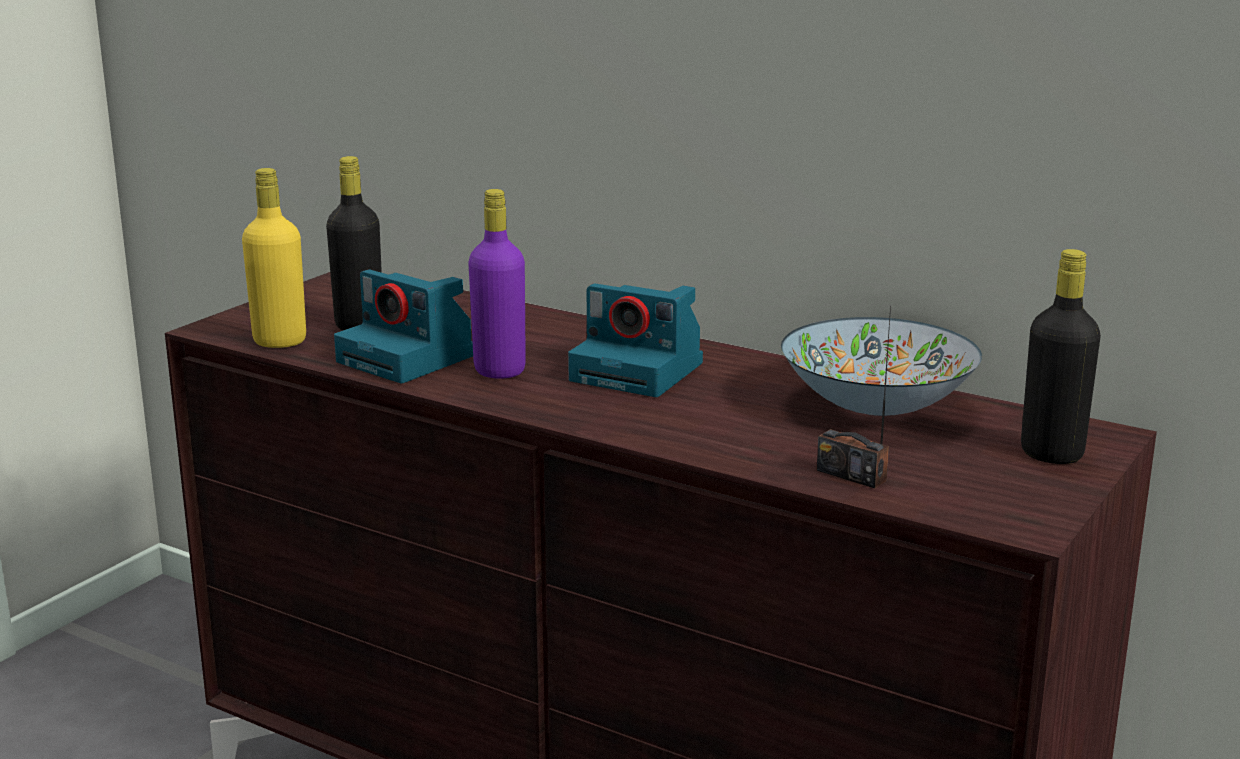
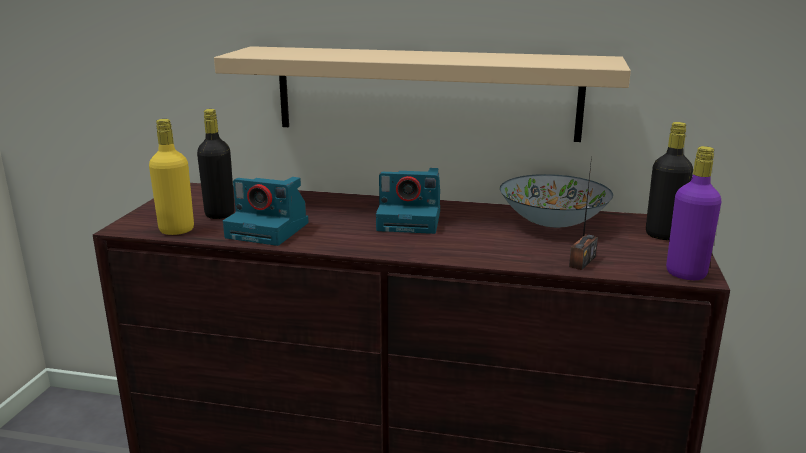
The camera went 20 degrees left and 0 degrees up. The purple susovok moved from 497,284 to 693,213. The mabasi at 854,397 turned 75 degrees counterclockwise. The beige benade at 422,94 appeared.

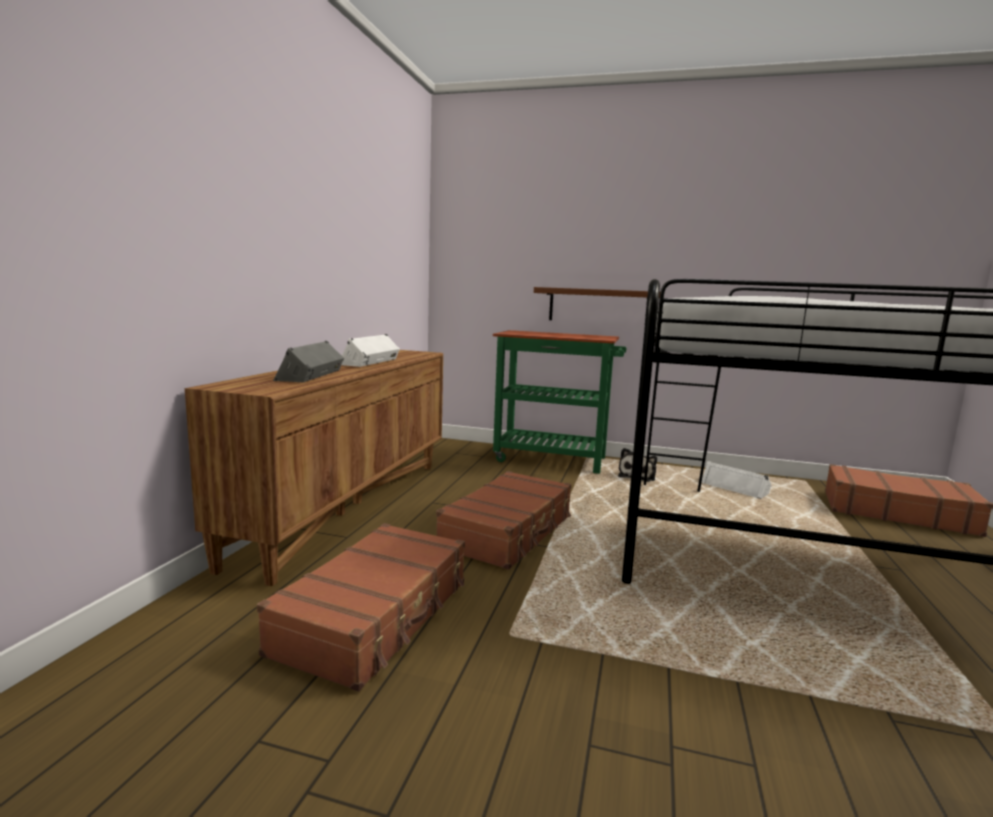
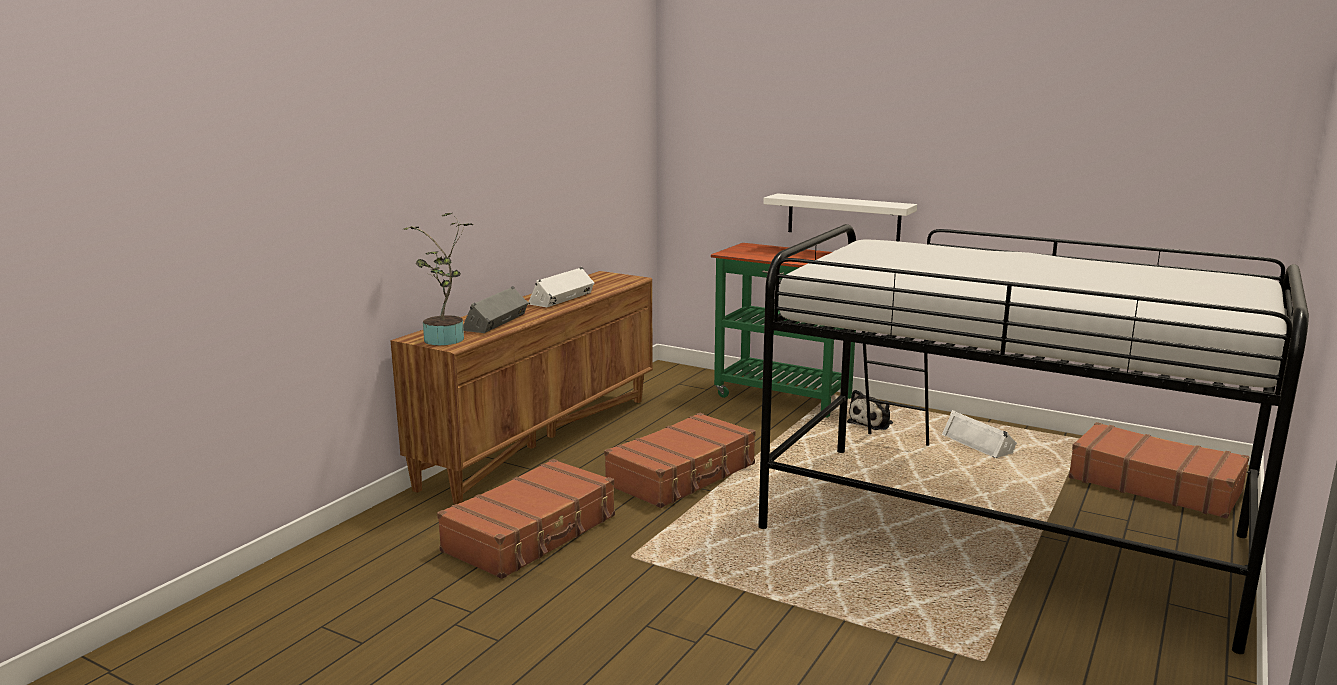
The camera went 15 degrees right and 5 degrees up. The brown benade at 597,303 became the white benade at 840,217. The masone at 438,278 appeared.

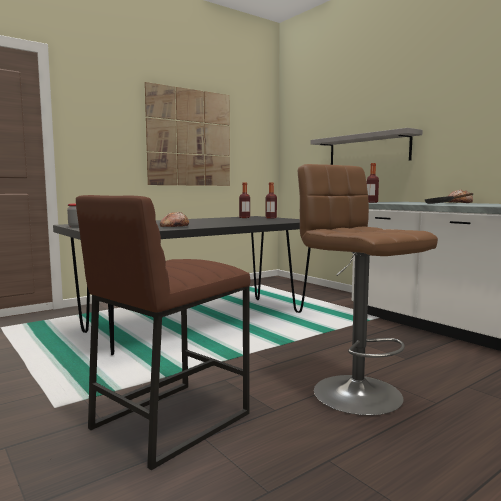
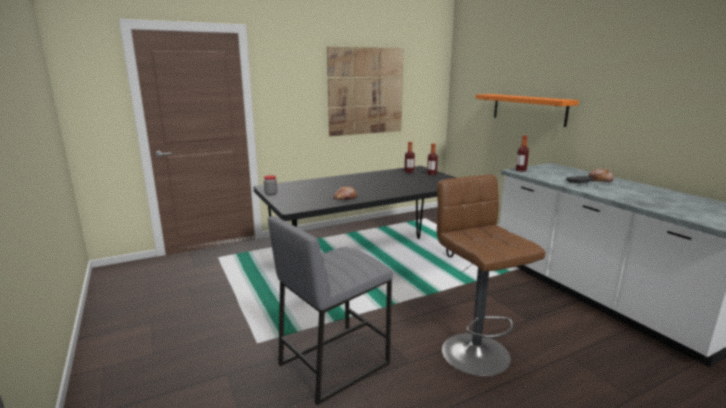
The camera went 10 degrees right and 10 degrees up. The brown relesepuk at 163,332 became the grey relesepuk at 330,310. The grey benade at 366,146 became the orange benade at 527,110.

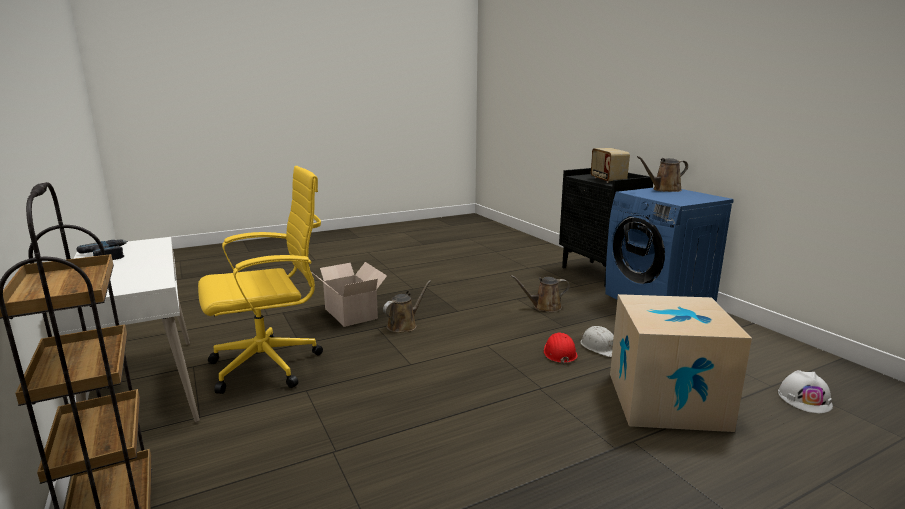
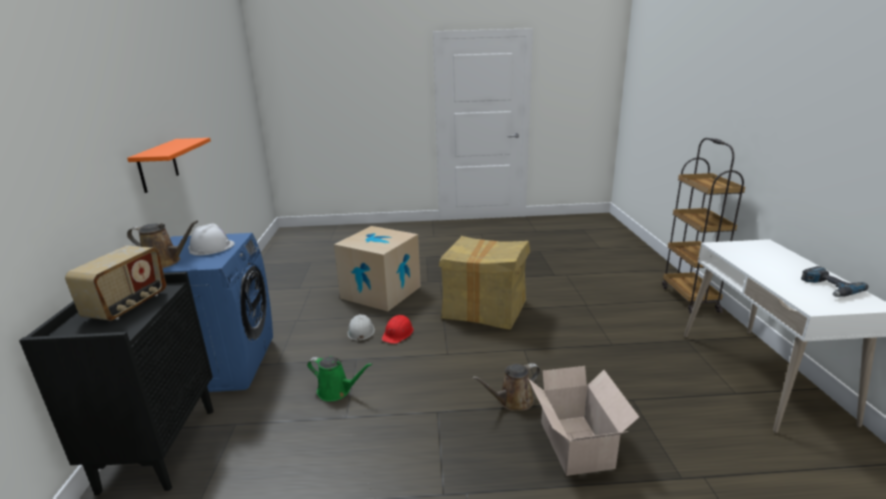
The camera went 155 degrees left and 5 degrees up. The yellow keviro at 260,280 disappeared. The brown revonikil at 540,293 became the green revonikil at 340,378. The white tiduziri moved from 805,391 to 211,239. The orange benade at 169,165 appeared. The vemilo at 484,283 appeared.

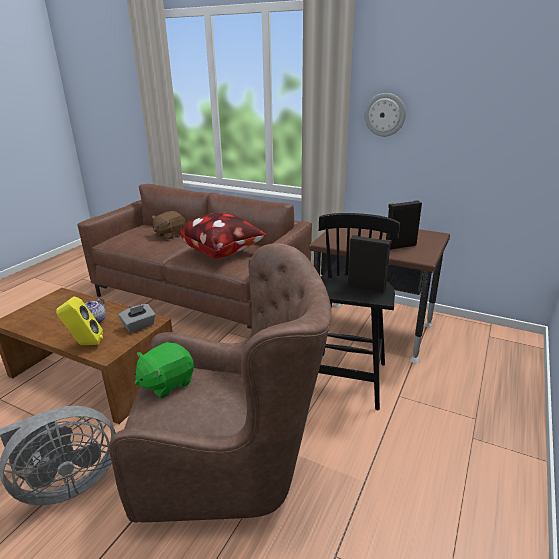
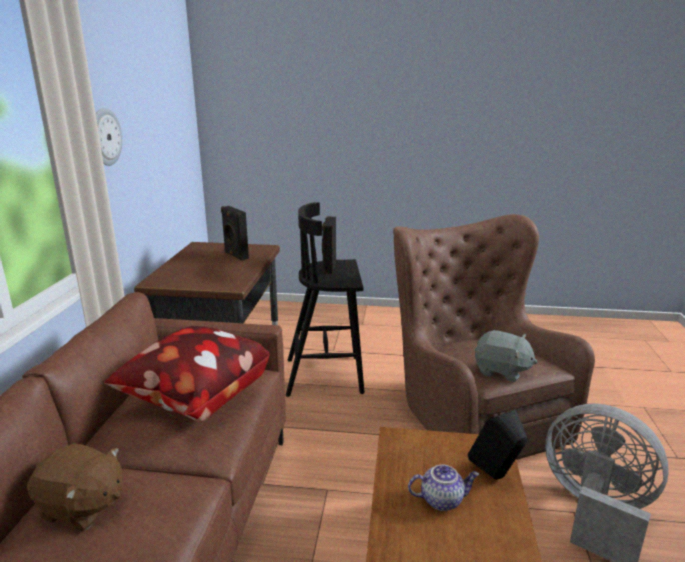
The camera went 110 degrees left and 5 degrees down. The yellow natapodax at 79,320 became the black natapodax at 498,444. The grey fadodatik at 137,318 disappeared. The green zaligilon at 164,370 became the grey zaligilon at 506,356.

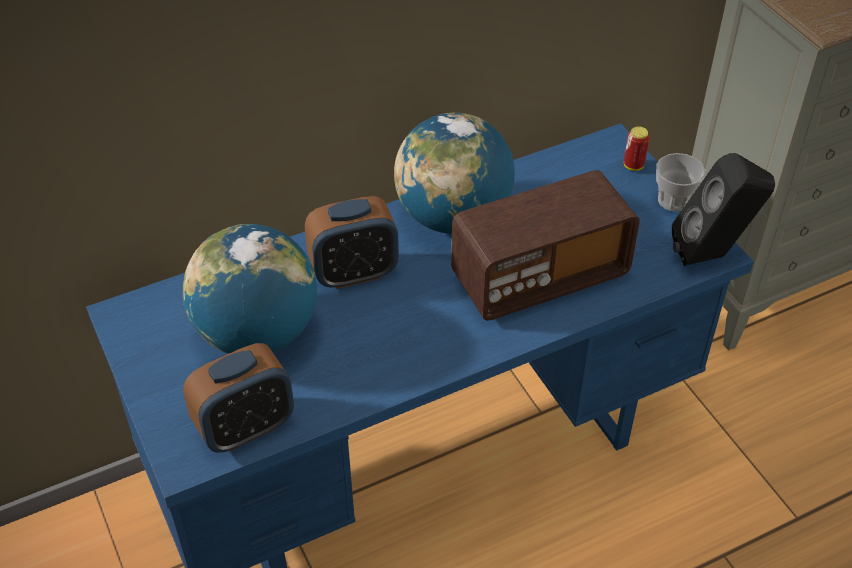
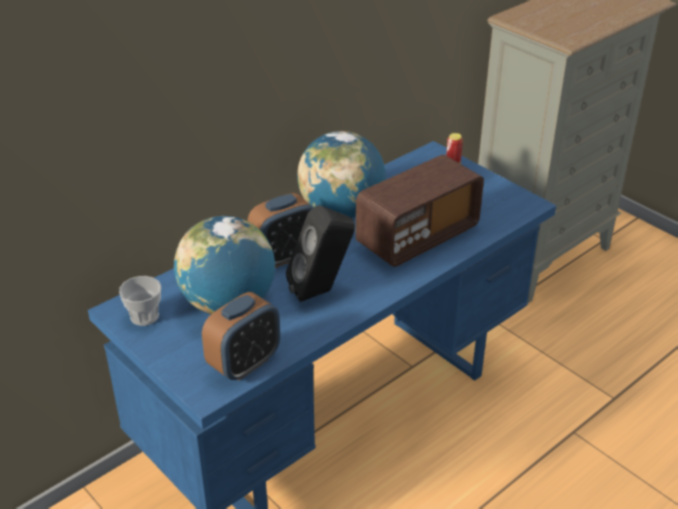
The camera went 15 degrees left and 10 degrees down. The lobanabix moved from 680,182 to 140,301. The black natapodax moved from 723,209 to 320,253.

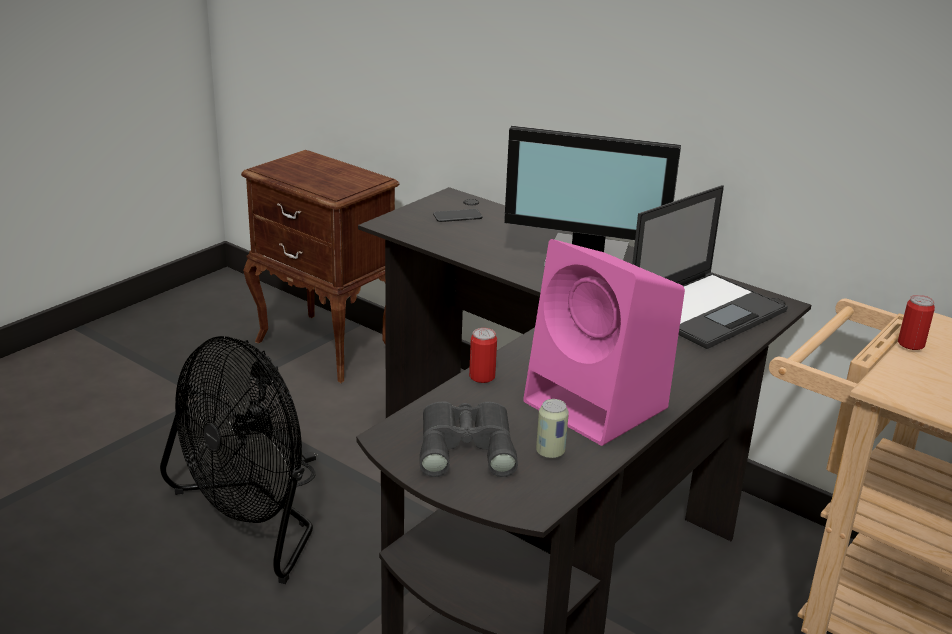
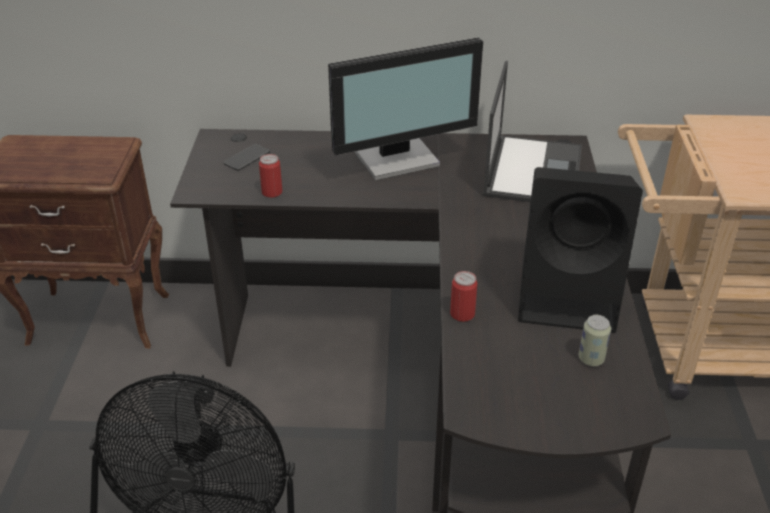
The camera went 35 degrees left and 10 degrees up. The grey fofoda at 469,439 disappeared. The pink natapodax at 604,342 became the black natapodax at 580,250. The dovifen moved from 916,322 to 270,176.

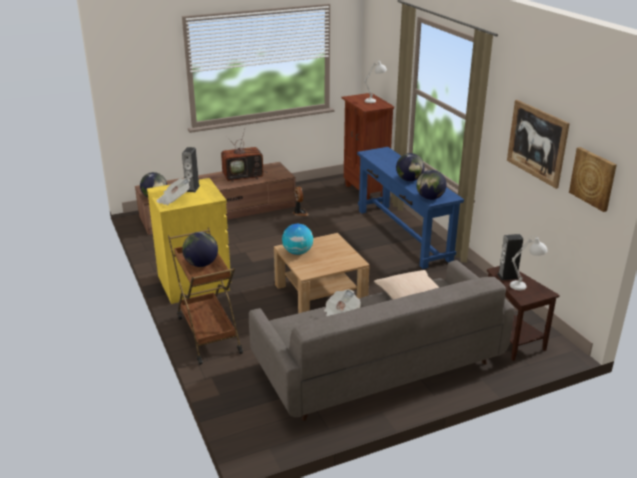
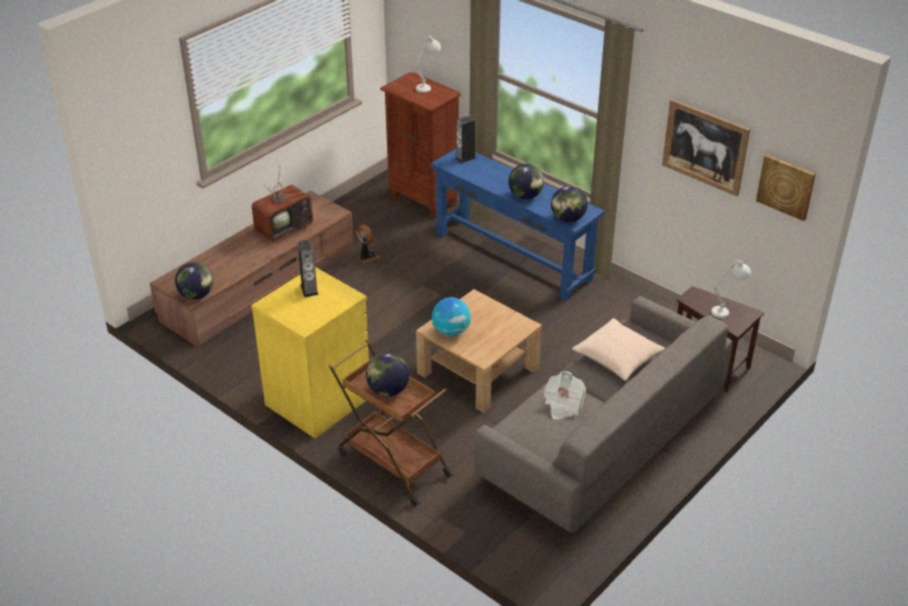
The camera went 25 degrees left and 10 degrees up. The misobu at 173,191 disappeared. The natapodax moved from 510,257 to 465,139.

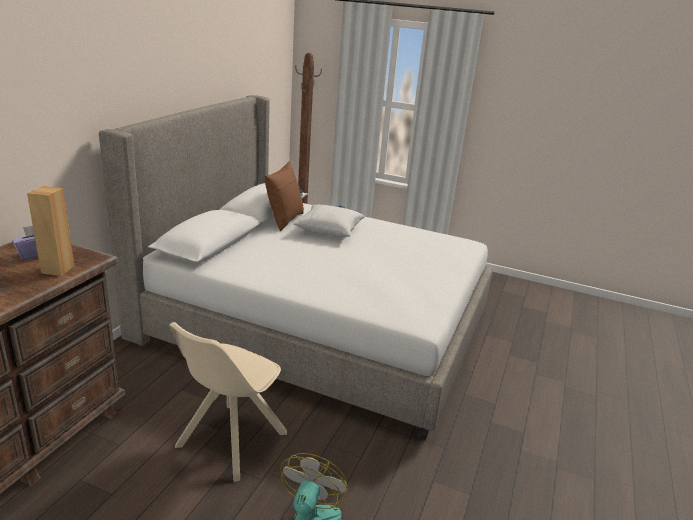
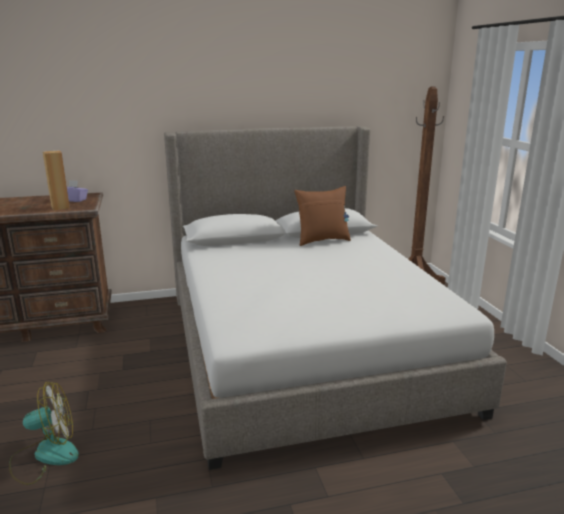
The camera went 55 degrees right and 5 degrees down. The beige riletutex at 228,402 disappeared. The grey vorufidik at 329,221 disappeared.

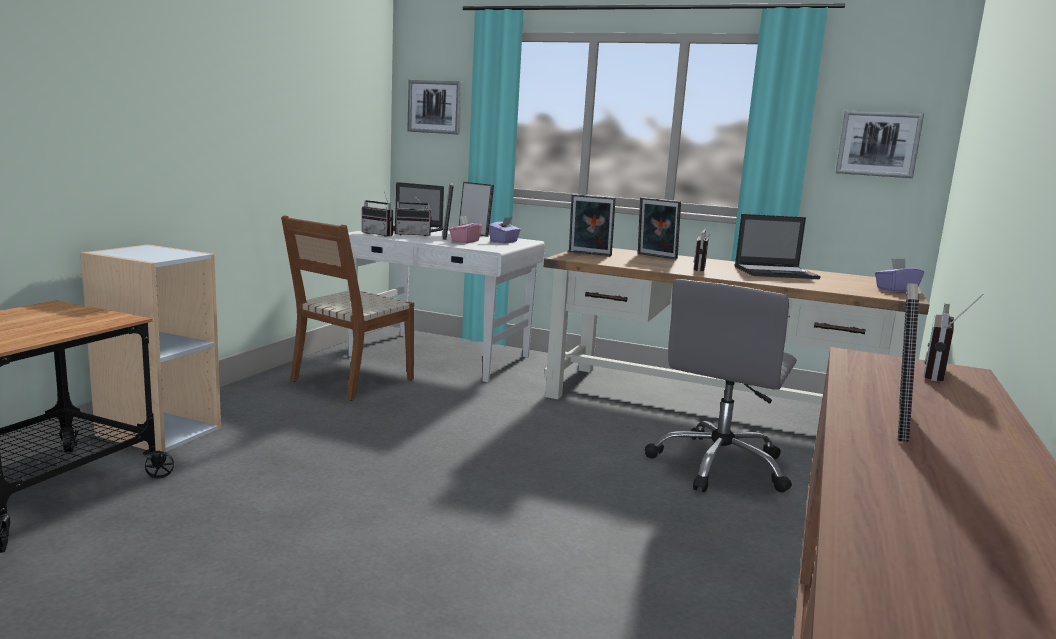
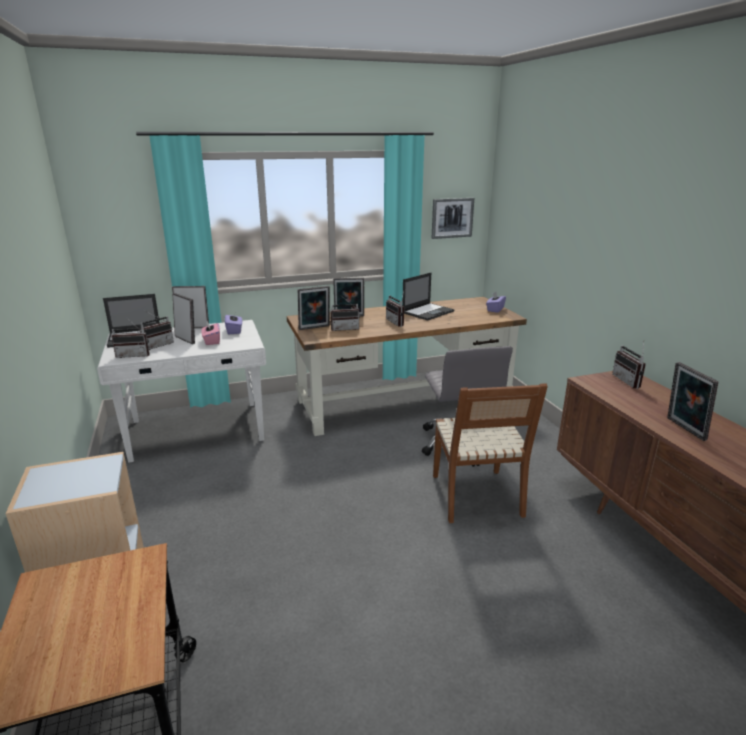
The camera went 40 degrees left and 10 degrees up. The riletutex moved from 347,308 to 490,453. The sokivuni at 434,107 disappeared. The mabasi at 345,313 appeared.

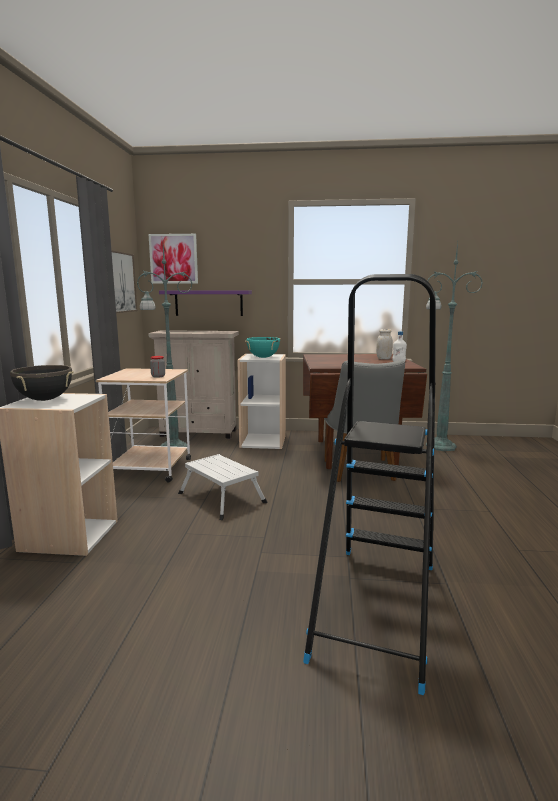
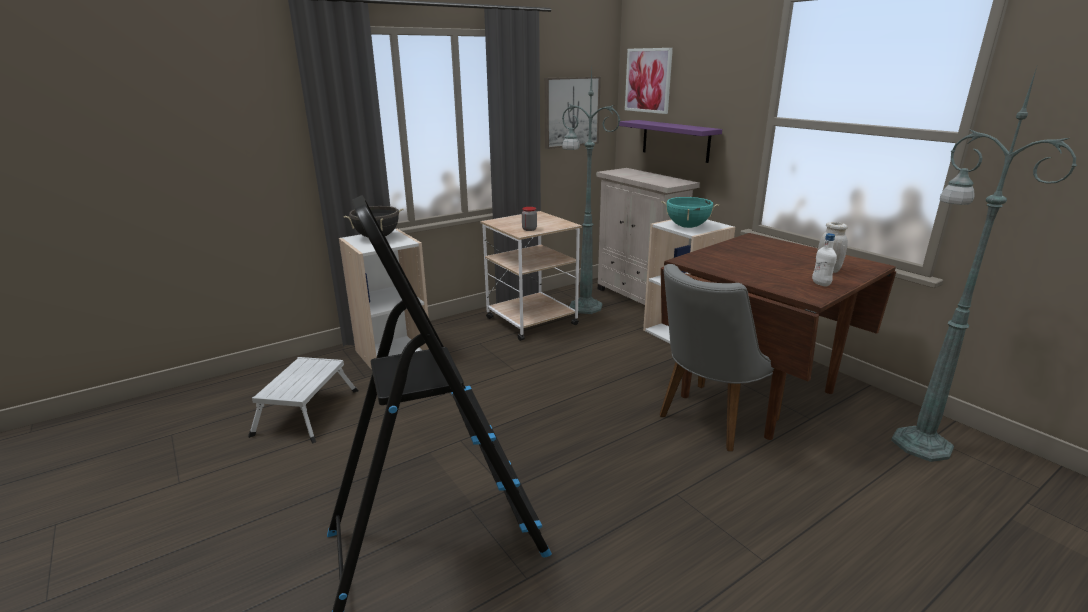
The camera went 50 degrees right and 10 degrees up. The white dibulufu moved from 222,487 to 303,400.

